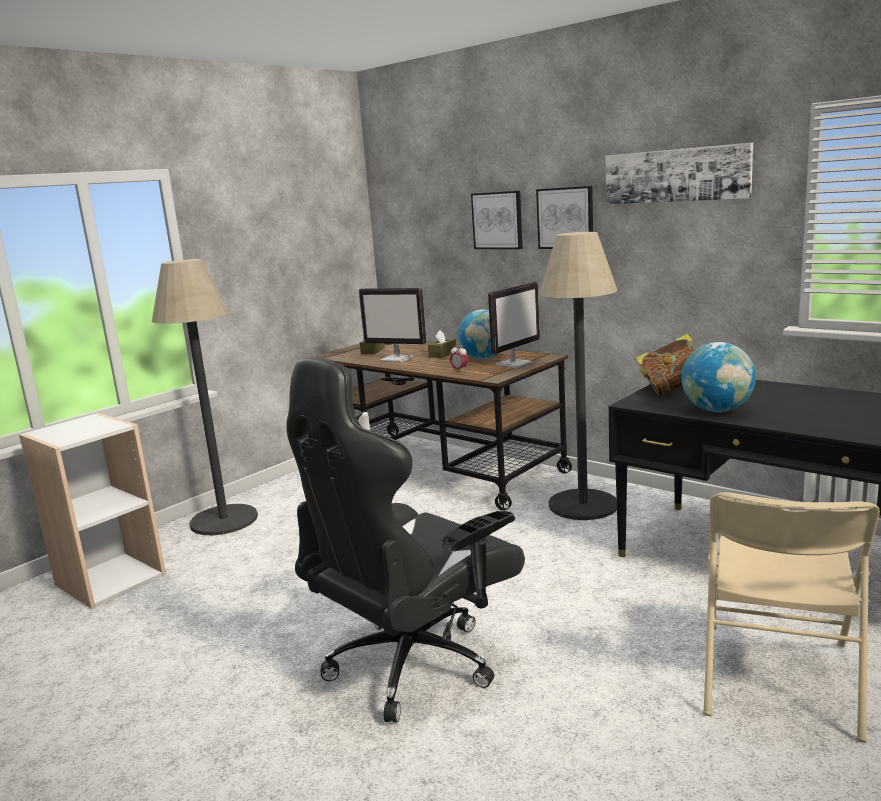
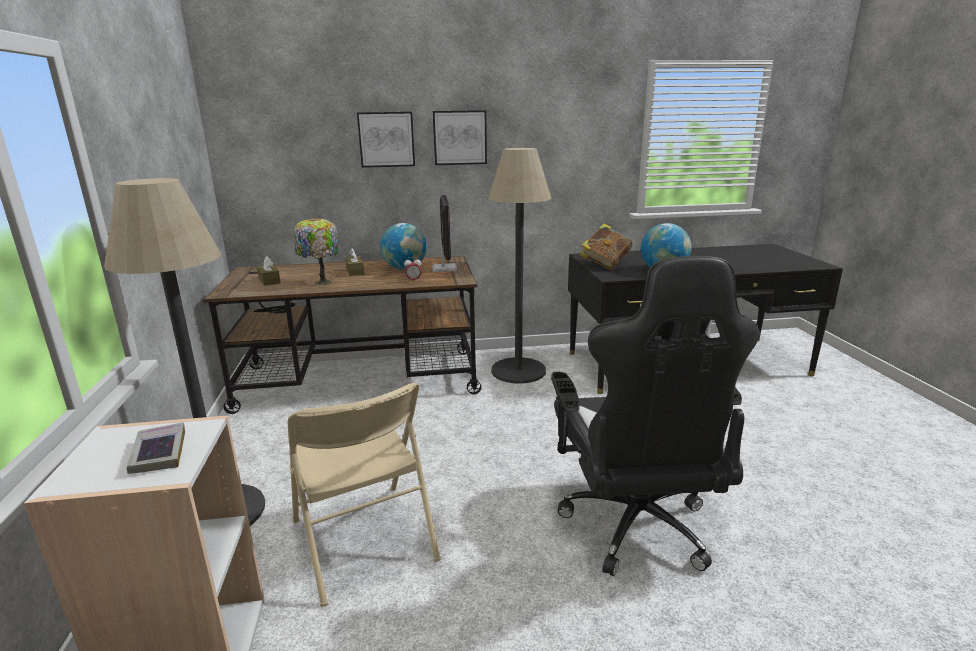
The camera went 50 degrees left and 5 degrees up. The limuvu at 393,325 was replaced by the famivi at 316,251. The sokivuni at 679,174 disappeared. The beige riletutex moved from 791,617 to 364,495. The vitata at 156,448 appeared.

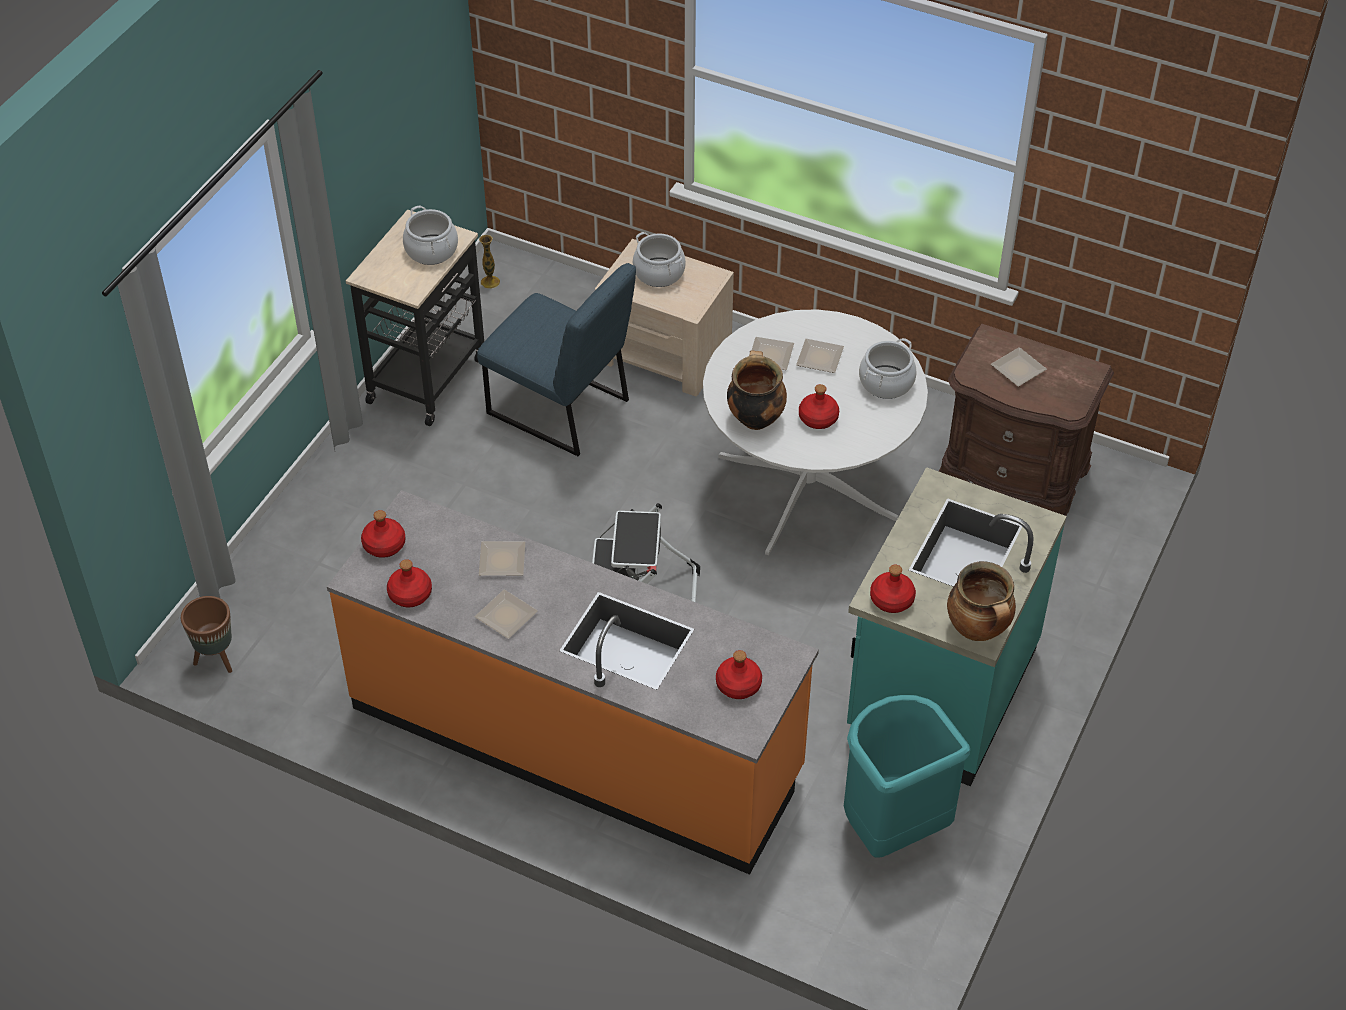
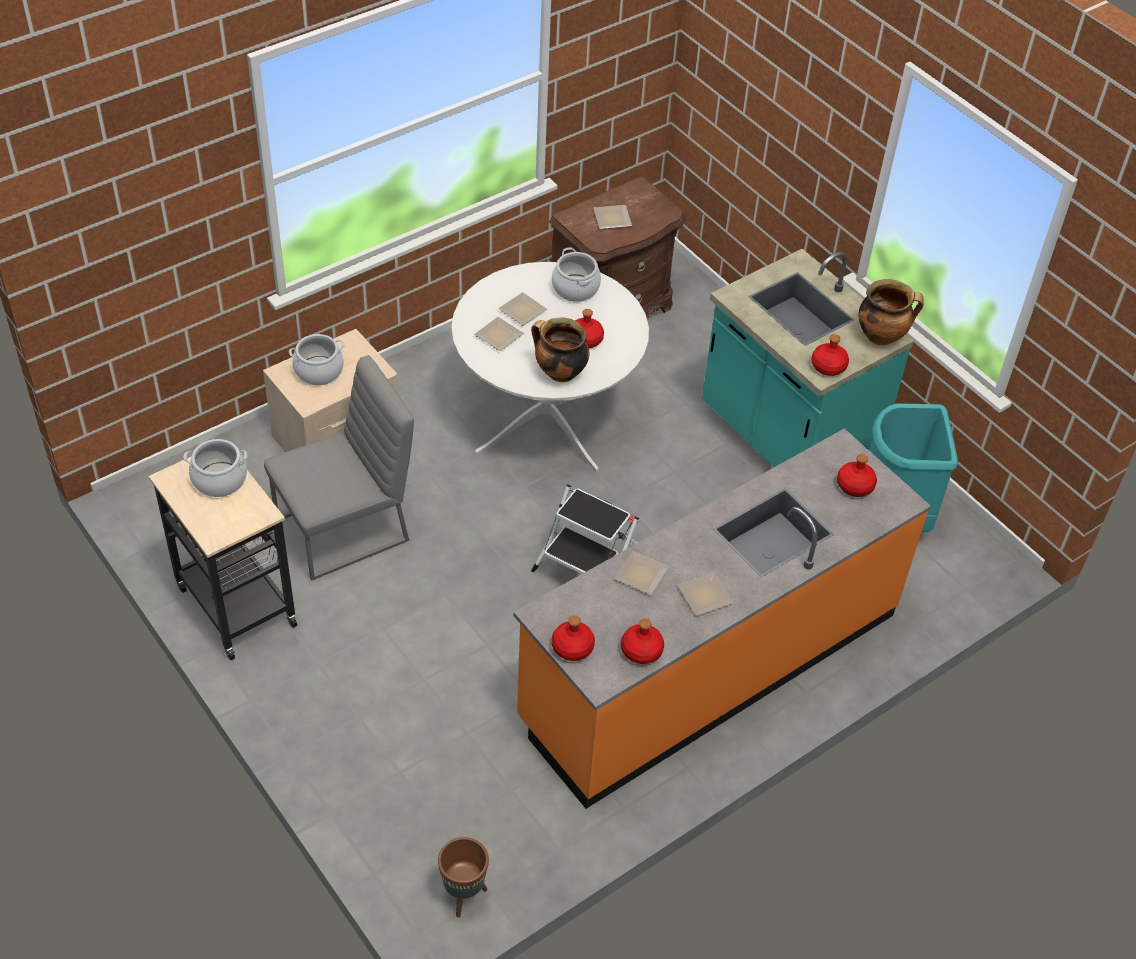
The camera went 65 degrees left and 0 degrees up. The blue riletutex at 556,359 became the grey riletutex at 339,467. The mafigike at 489,262 disappeared.

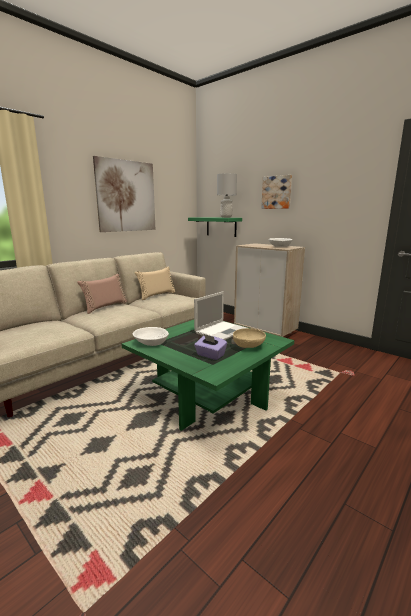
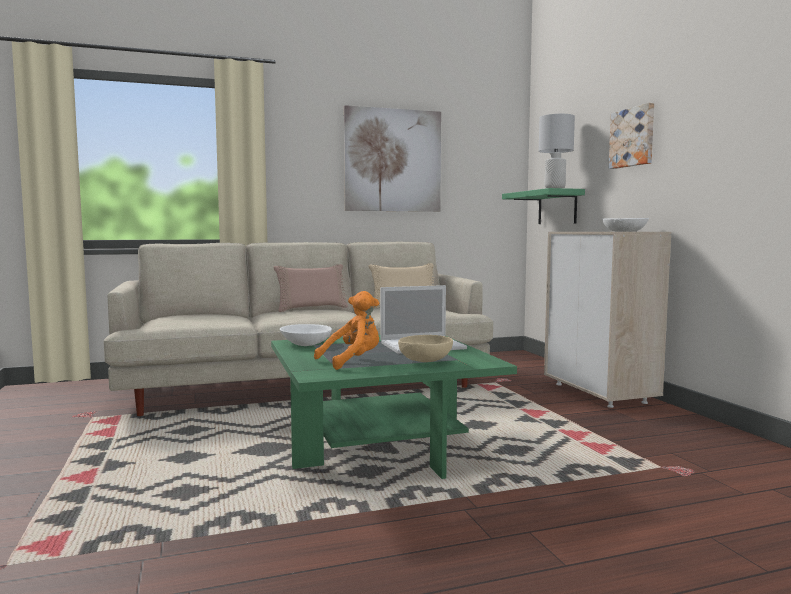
The camera went 30 degrees right and 10 degrees down. The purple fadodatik at 210,347 was replaced by the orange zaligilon at 346,330.

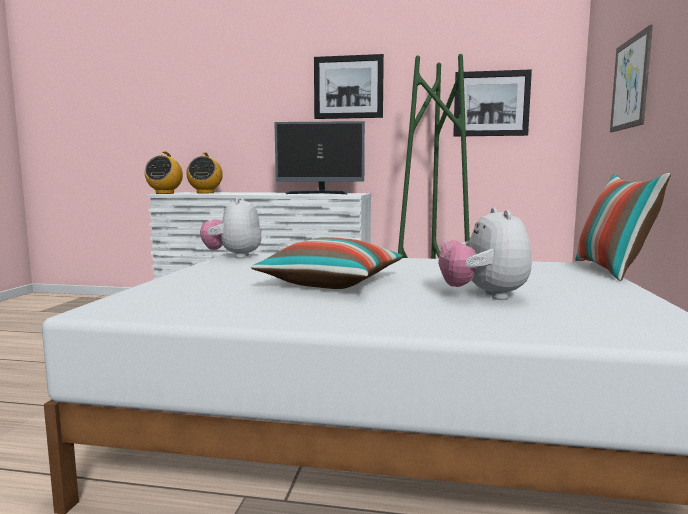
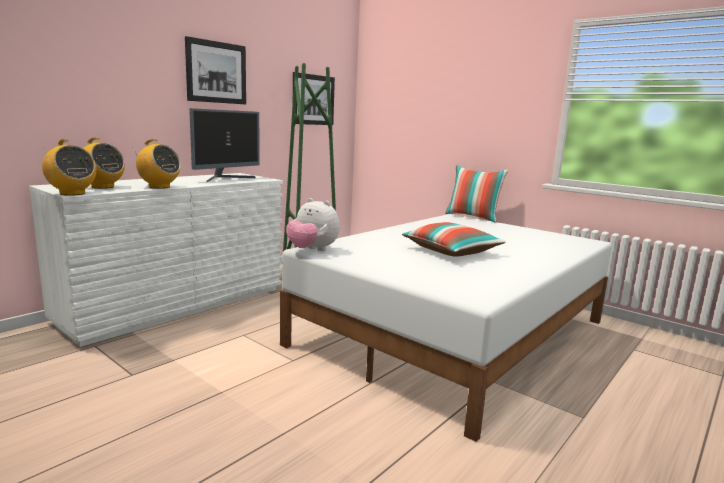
The camera went 60 degrees left and 5 degrees up. The zaligilon at 485,253 disappeared. The sokivuni at 631,78 disappeared. The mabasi at 157,164 appeared.

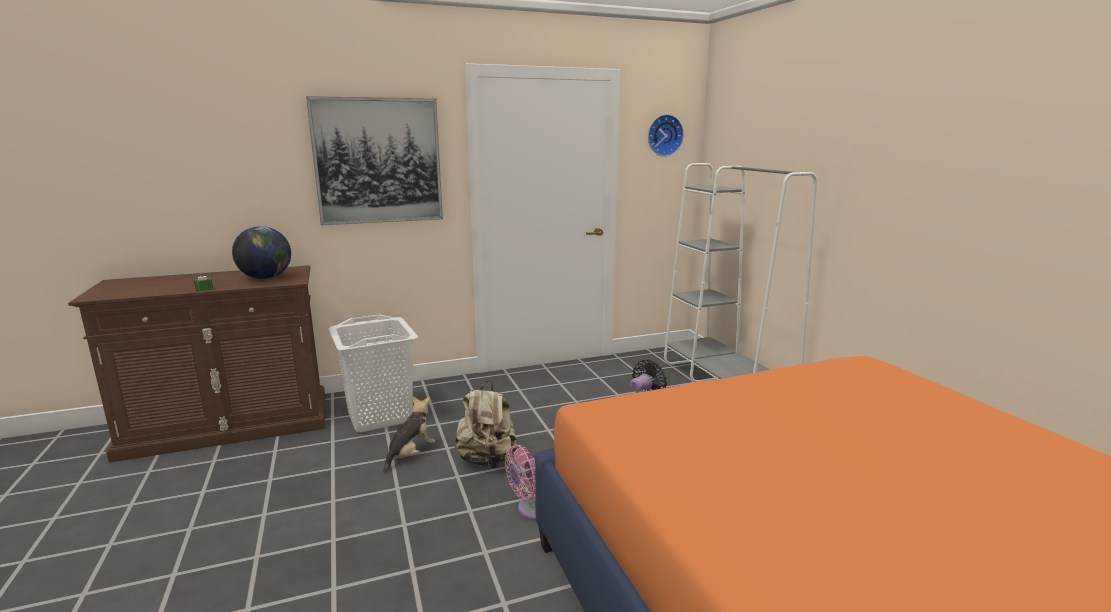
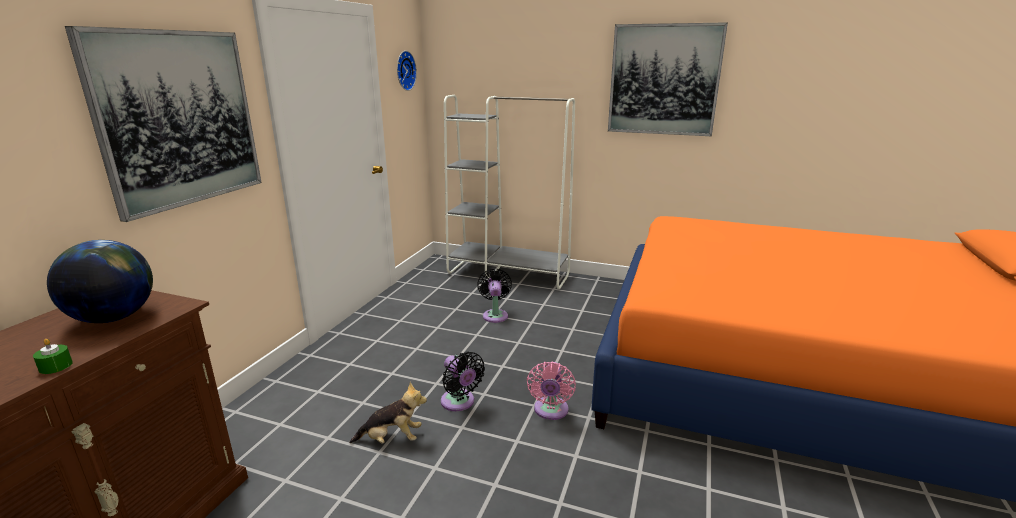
The camera went 50 degrees left and 5 degrees up. The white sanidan at 373,373 disappeared. The zaligilon at 409,435 turned 105 degrees clockwise. The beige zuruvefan at 485,424 was replaced by the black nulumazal at 463,381. The sokivuni at 668,79 appeared.

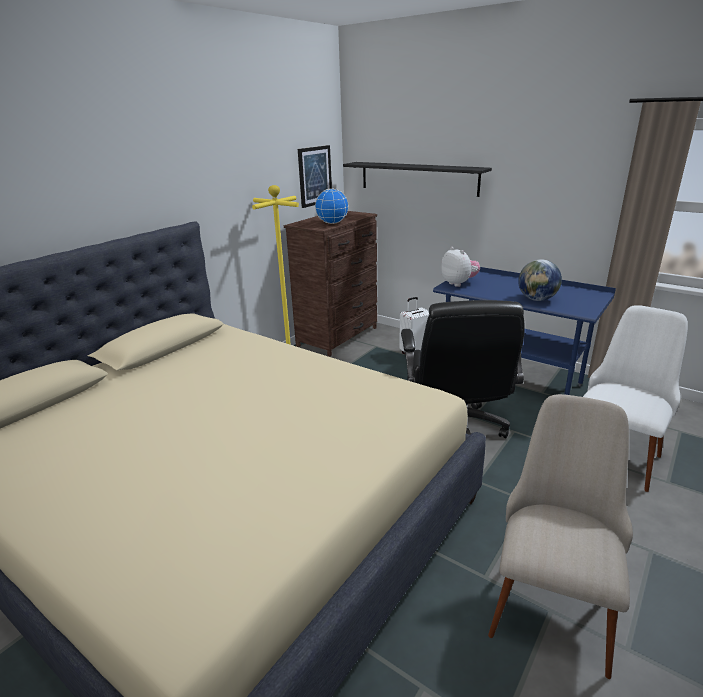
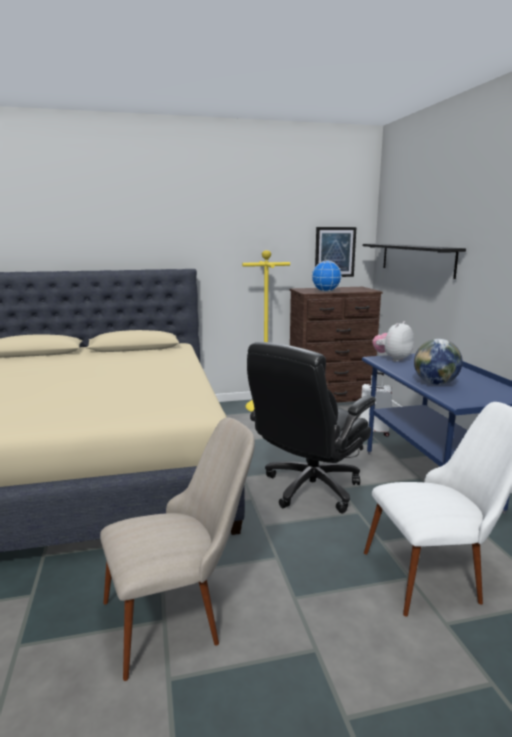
The camera went 40 degrees right and 10 degrees down. The zaligilon at 460,267 turned 150 degrees counterclockwise.

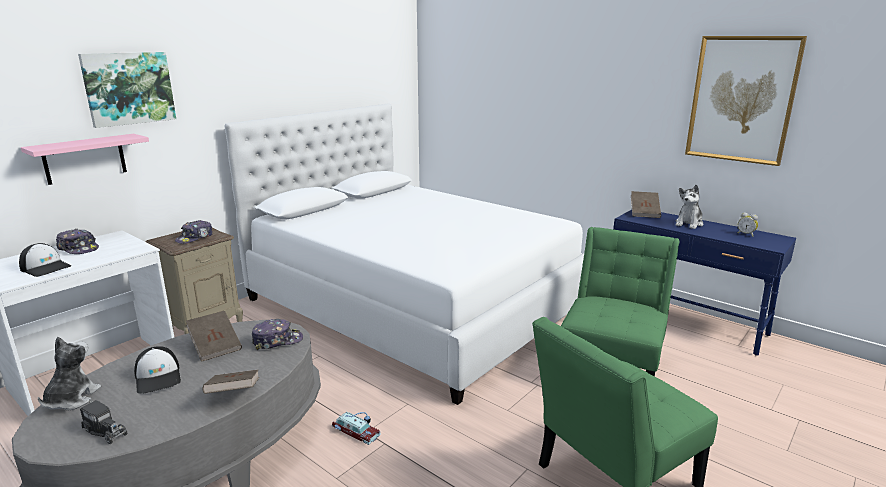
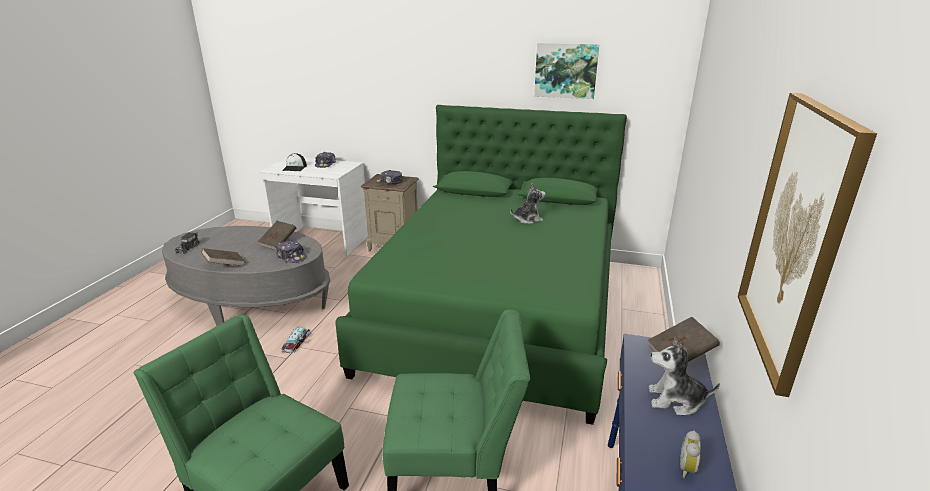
The camera went 65 degrees right and 5 degrees up. The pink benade at 85,159 disappeared. The zaligilon moved from 69,373 to 528,203. The sokivuni moved from 127,90 to 566,71. The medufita at 157,370 disappeared. The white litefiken at 404,254 became the green litefiken at 481,265.

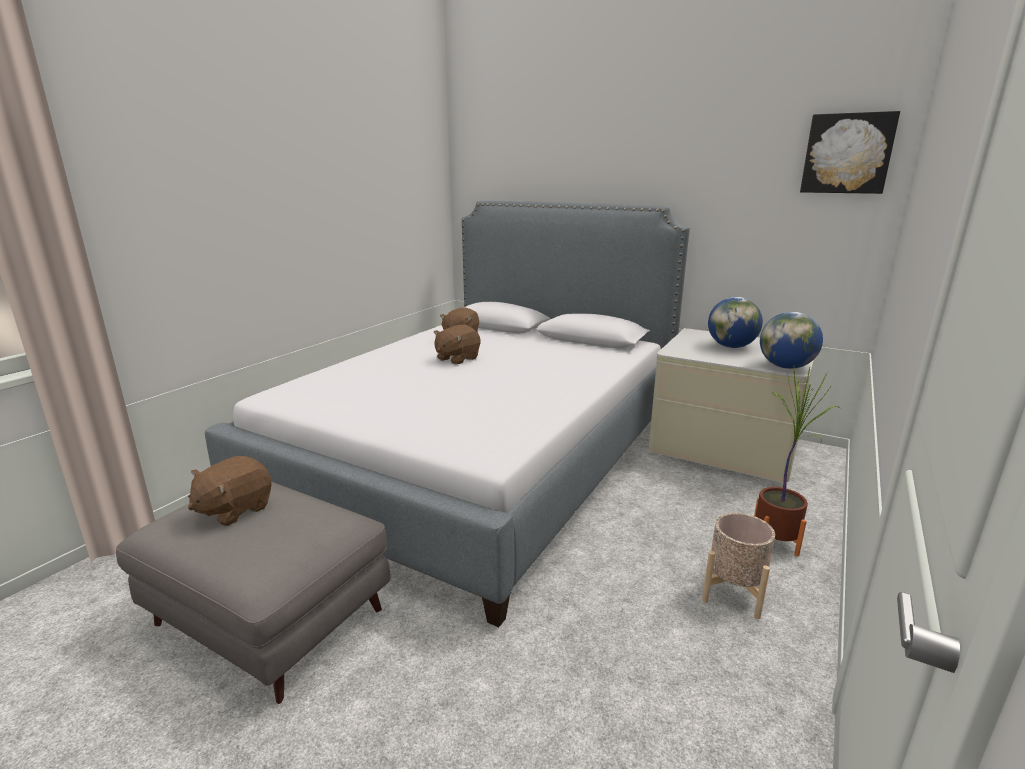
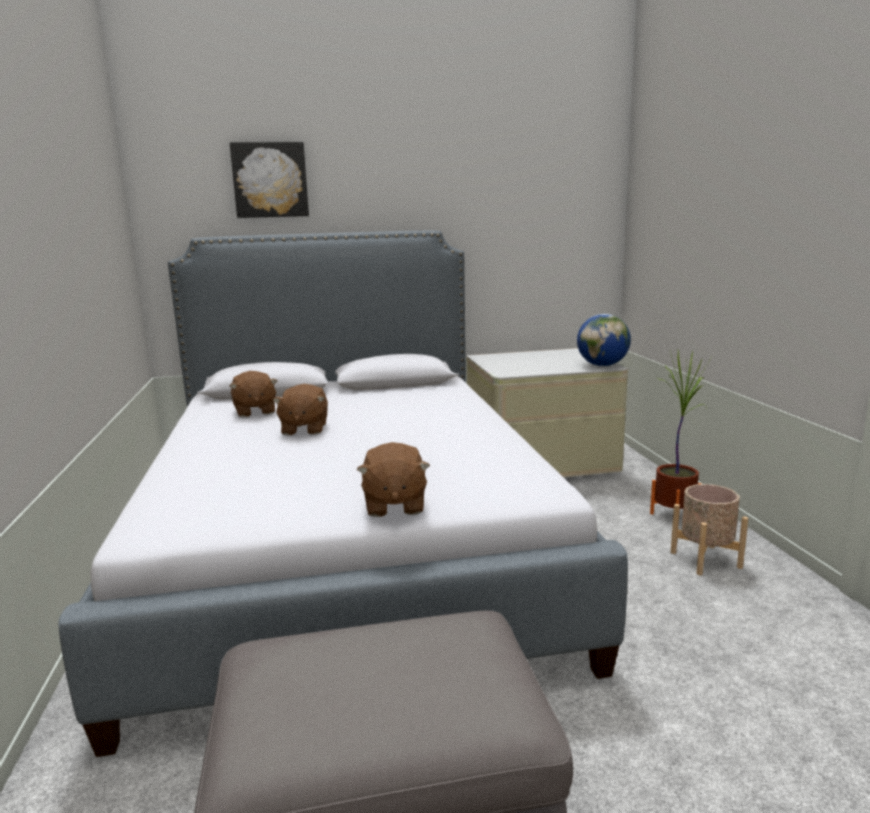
The camera went 40 degrees left and 5 degrees down. The brown zaligilon moved from 230,491 to 393,479. The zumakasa at 735,322 disappeared. The sokivuni moved from 850,152 to 269,180.

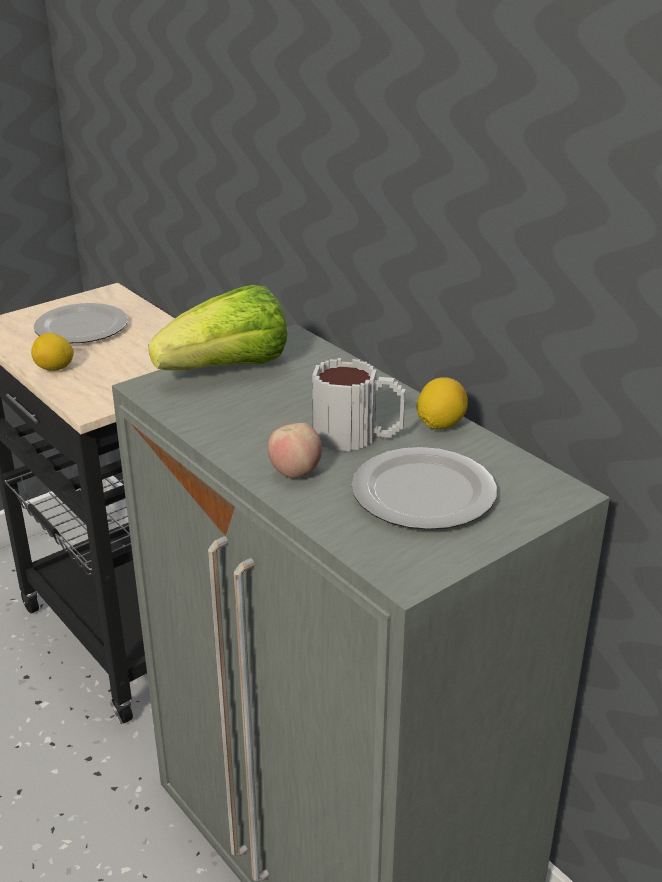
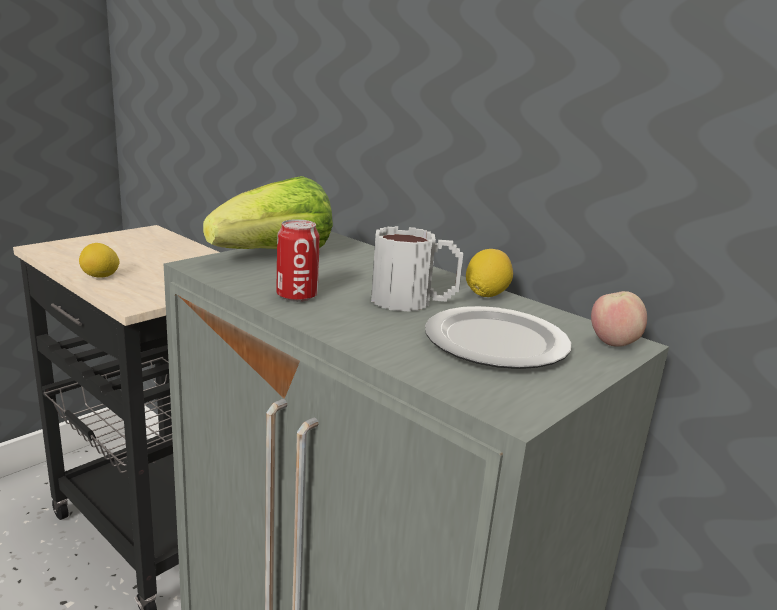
The camera went 10 degrees left and 10 degrees down. The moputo at 81,323 disappeared. The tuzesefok moved from 295,450 to 619,319. The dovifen at 298,260 appeared.

